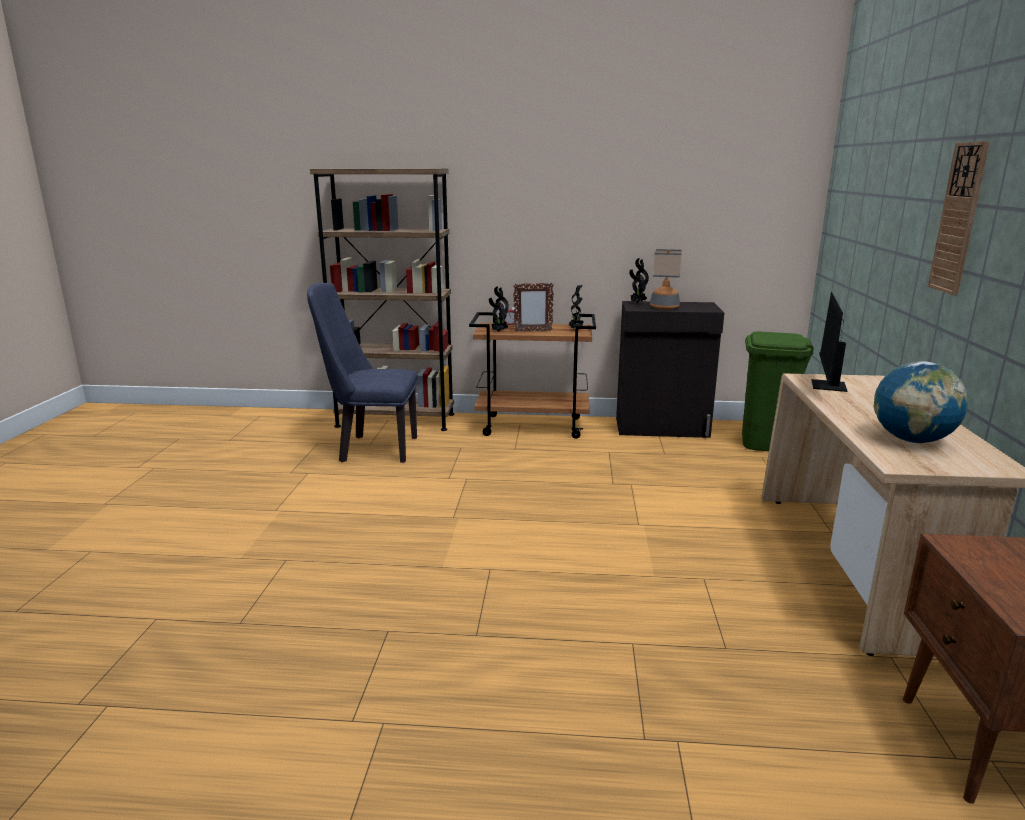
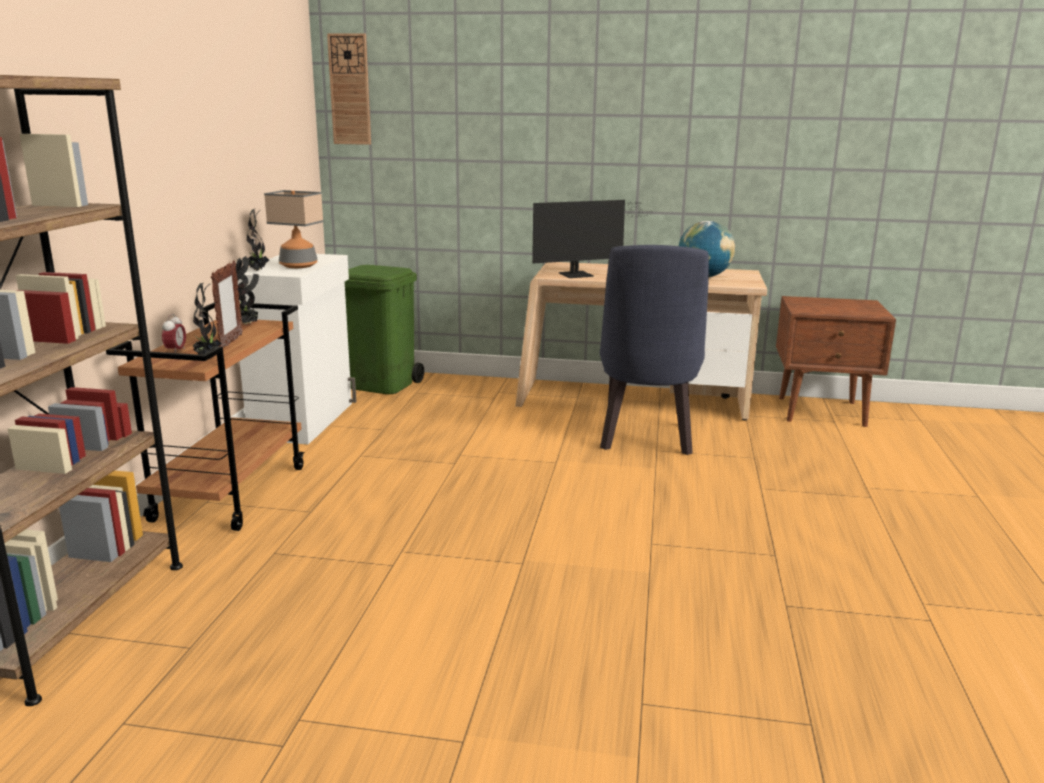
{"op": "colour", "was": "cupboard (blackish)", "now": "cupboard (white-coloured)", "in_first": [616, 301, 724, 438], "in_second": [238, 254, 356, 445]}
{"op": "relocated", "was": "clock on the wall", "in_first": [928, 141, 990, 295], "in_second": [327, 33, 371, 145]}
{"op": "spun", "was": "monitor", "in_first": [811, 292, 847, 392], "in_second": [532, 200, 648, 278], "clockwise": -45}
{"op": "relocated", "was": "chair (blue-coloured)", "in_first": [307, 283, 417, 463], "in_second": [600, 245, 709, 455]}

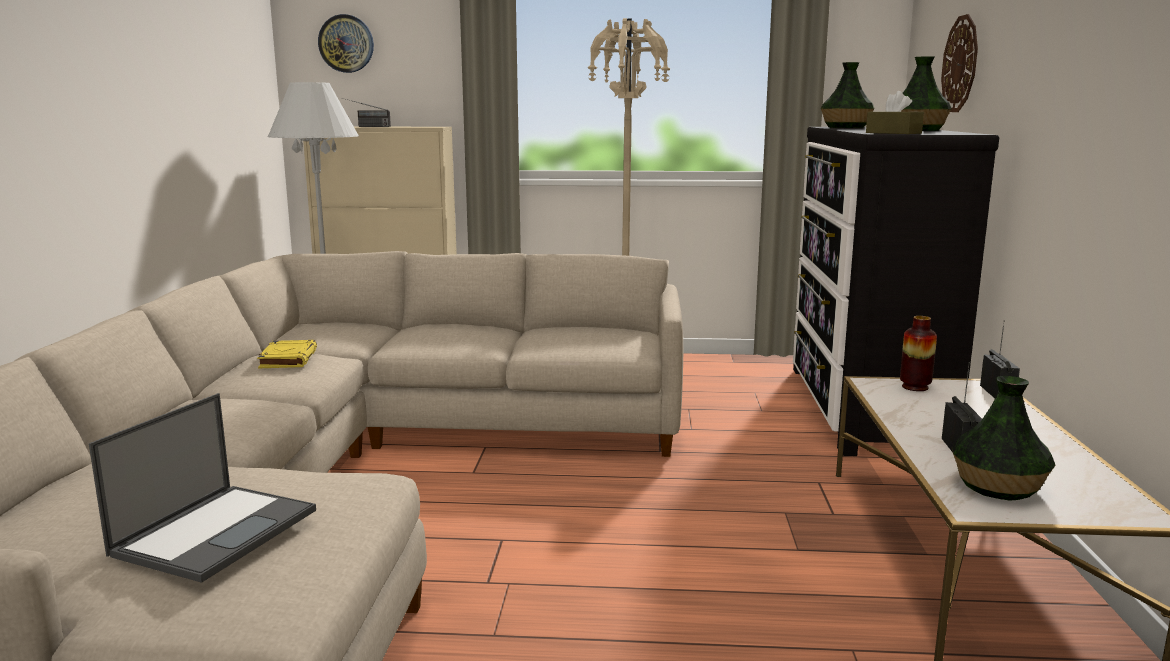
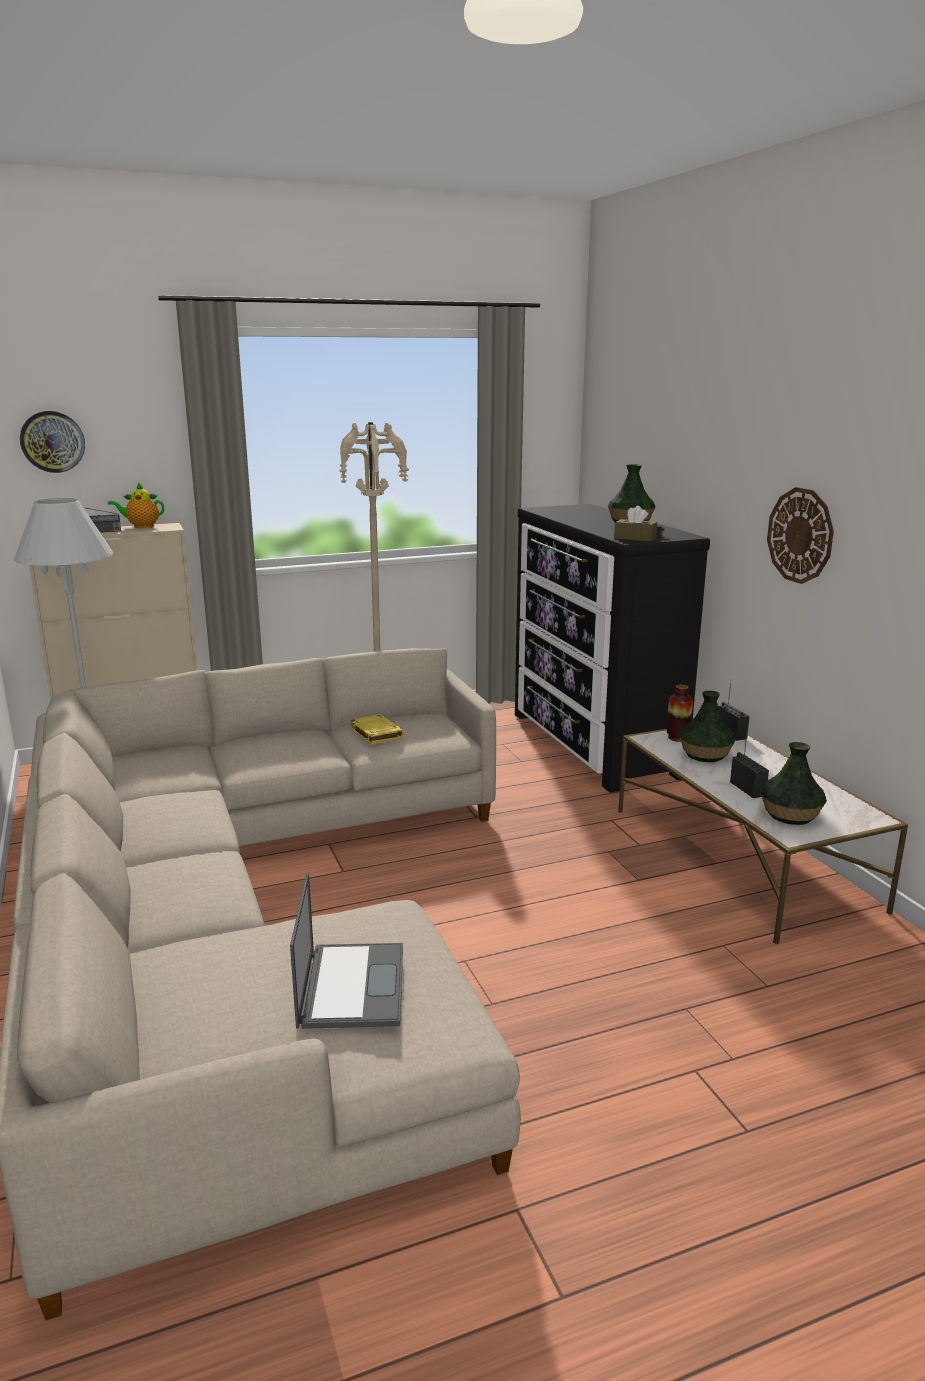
{"op": "appeared", "now": "teapot", "in_second": [108, 483, 164, 528]}
{"op": "relocated", "was": "volume (yellow)", "in_first": [257, 340, 317, 368], "in_second": [350, 714, 404, 745]}
{"op": "relocated", "was": "vase", "in_first": [821, 62, 875, 128], "in_second": [679, 691, 735, 762]}
{"op": "relocated", "was": "clock on the wall", "in_first": [941, 14, 978, 112], "in_second": [767, 487, 834, 584]}

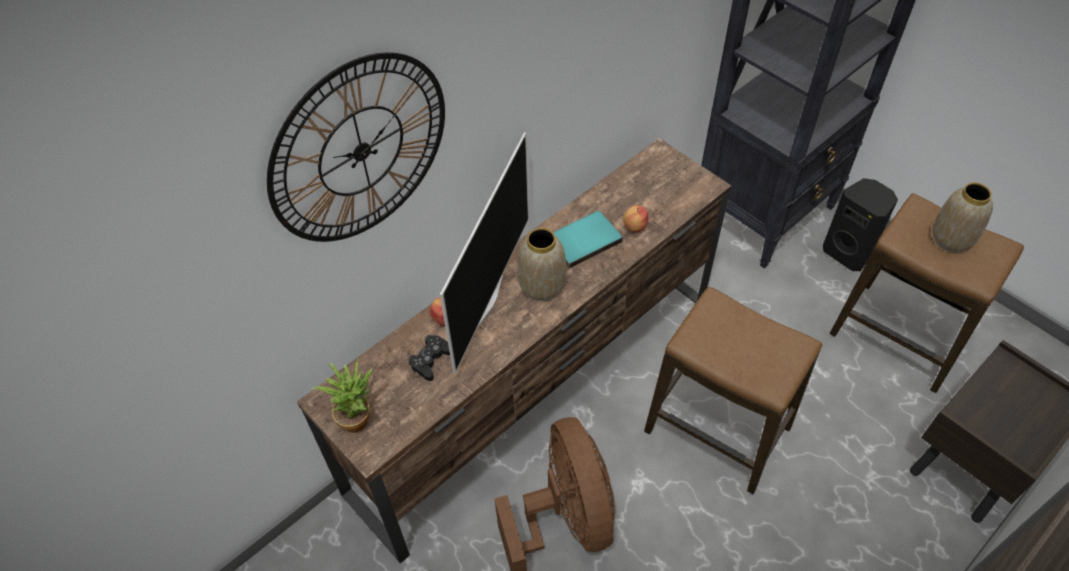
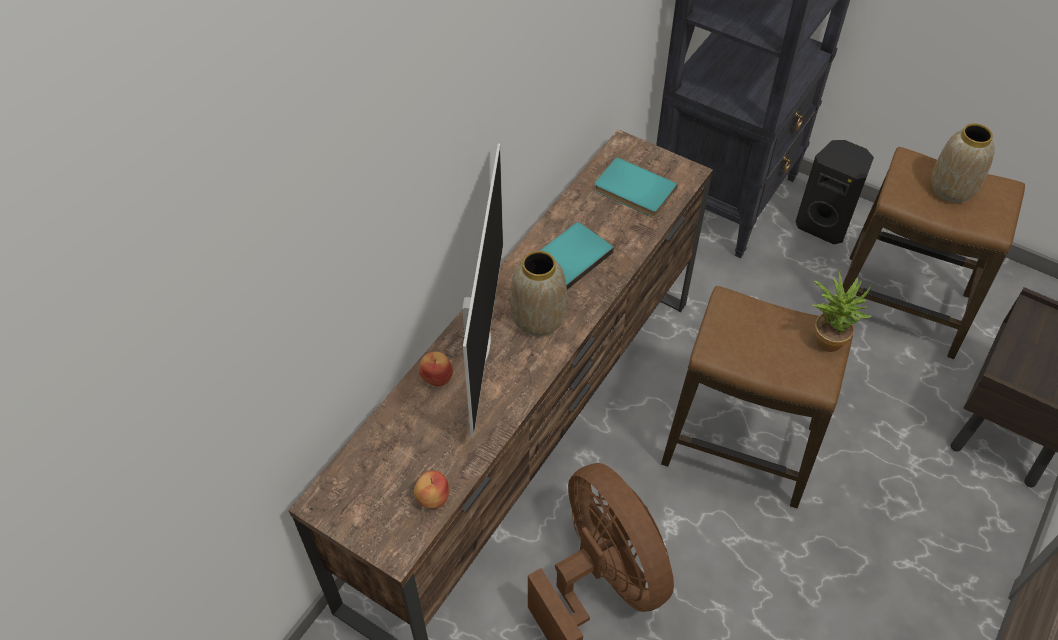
{"op": "relocated", "was": "whole apple", "in_first": [623, 205, 648, 232], "in_second": [414, 471, 449, 509]}
{"op": "appeared", "now": "volume (blue-green)", "in_second": [594, 157, 678, 217]}
{"op": "relocated", "was": "potted plant", "in_first": [312, 357, 373, 433], "in_second": [812, 270, 872, 352]}
{"op": "missing", "was": "clock on the wall", "in_first": [267, 52, 445, 242]}
{"op": "missing", "was": "joypad (blackish)", "in_first": [408, 335, 450, 381]}

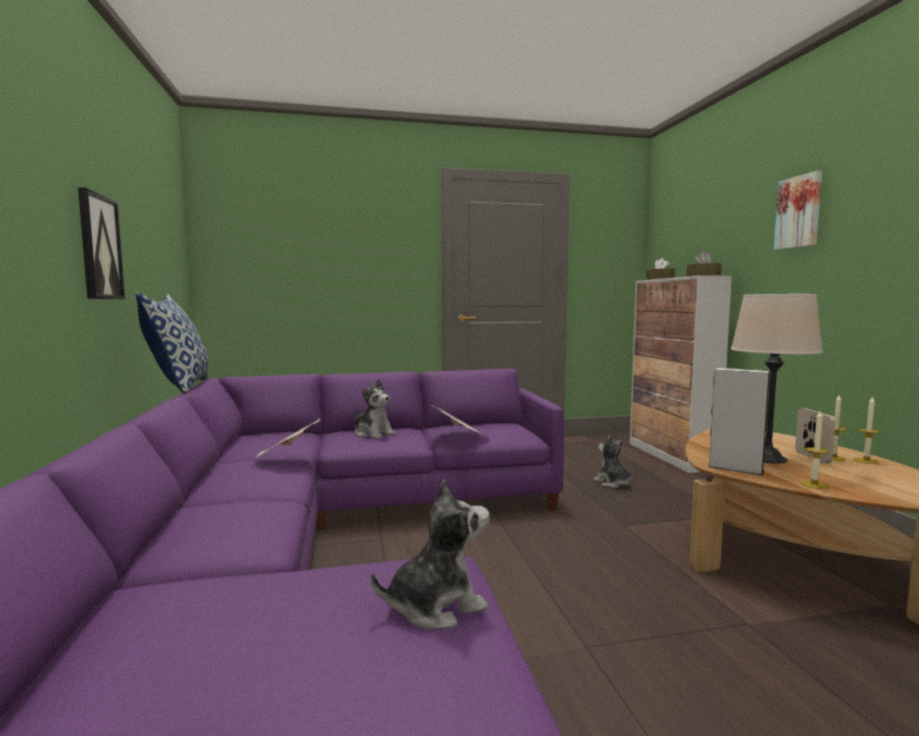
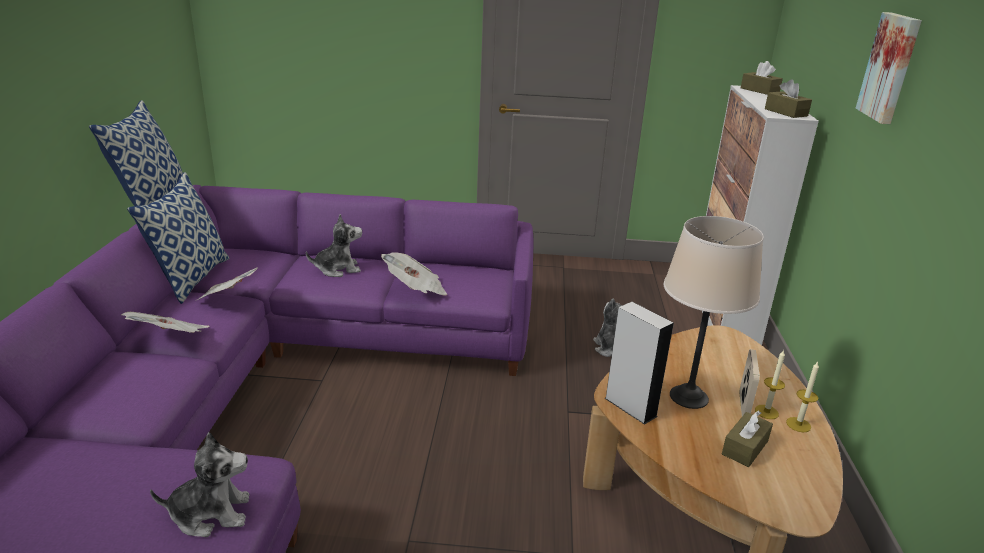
{"op": "appeared", "now": "daily paper", "in_second": [121, 312, 210, 333]}
{"op": "appeared", "now": "pillow", "in_second": [127, 172, 229, 304]}
{"op": "spun", "was": "plush toy", "in_first": [354, 379, 396, 439], "in_second": [306, 214, 362, 277], "clockwise": -75}
{"op": "appeared", "now": "box of tissues (brown)", "in_second": [722, 410, 773, 467]}
{"op": "missing", "was": "picture", "in_first": [78, 187, 125, 300]}
{"op": "missing", "was": "wax light", "in_first": [800, 411, 829, 489]}

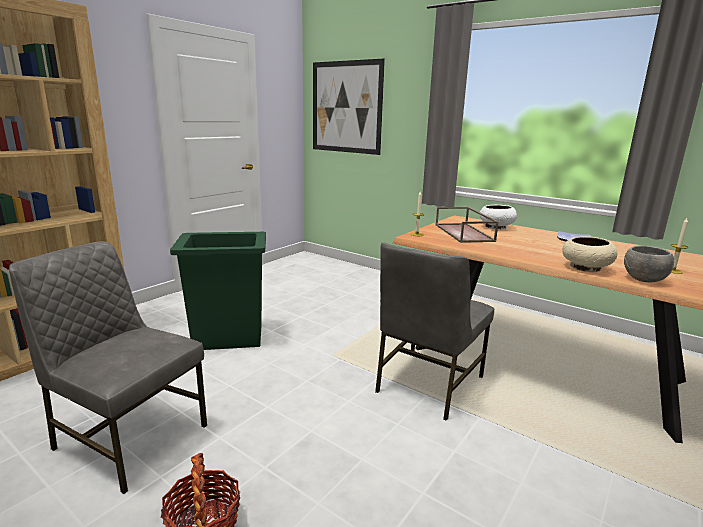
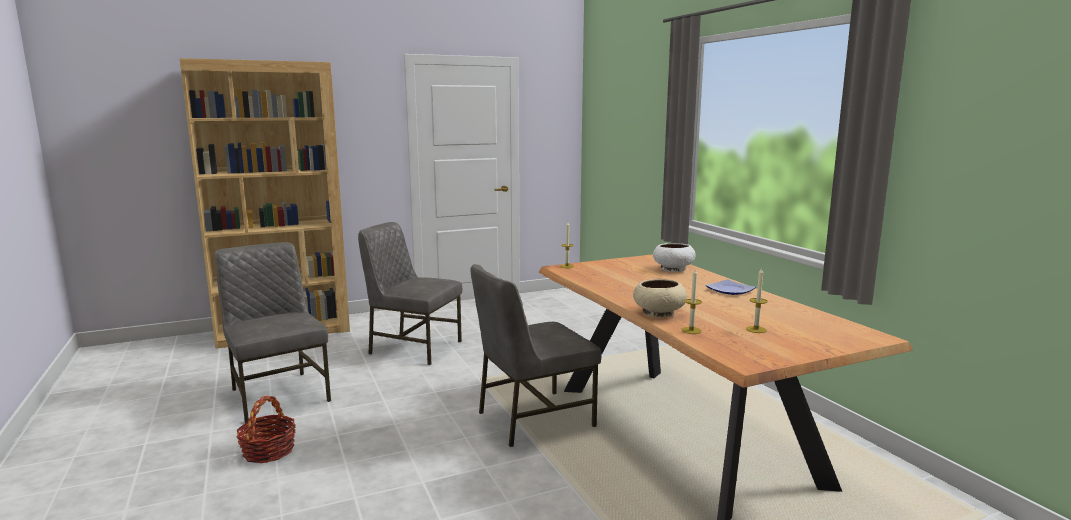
{"op": "exchanged", "was": "trash can (green-coloured)", "now": "chair (grey)", "in_first": [170, 232, 266, 350], "in_second": [358, 222, 463, 365]}
{"op": "exchanged", "was": "serving bowl (grey)", "now": "wax light", "in_first": [624, 245, 674, 282], "in_second": [681, 269, 702, 334]}
{"op": "missing", "was": "picture", "in_first": [313, 59, 385, 155]}
{"op": "missing", "was": "serving tray (brown)", "in_first": [435, 207, 499, 243]}

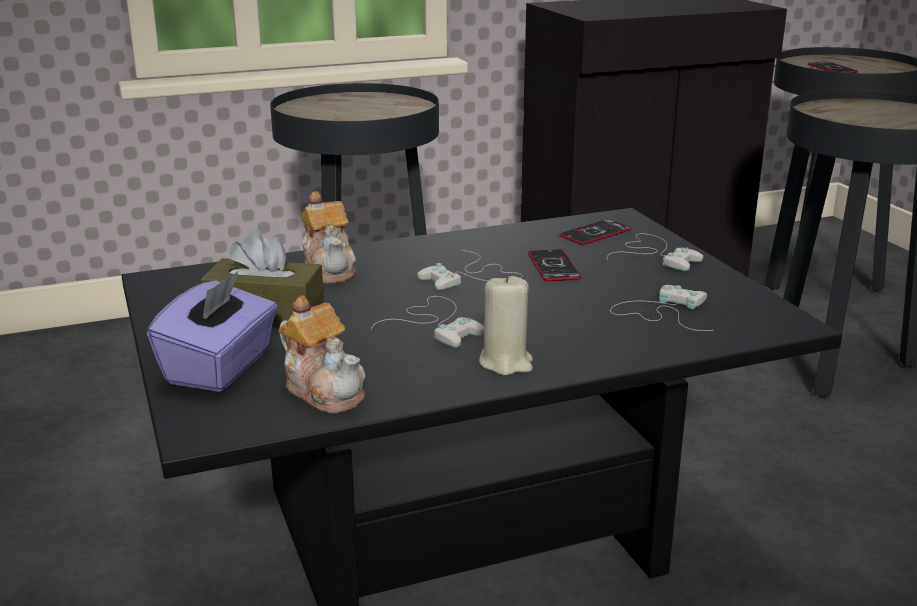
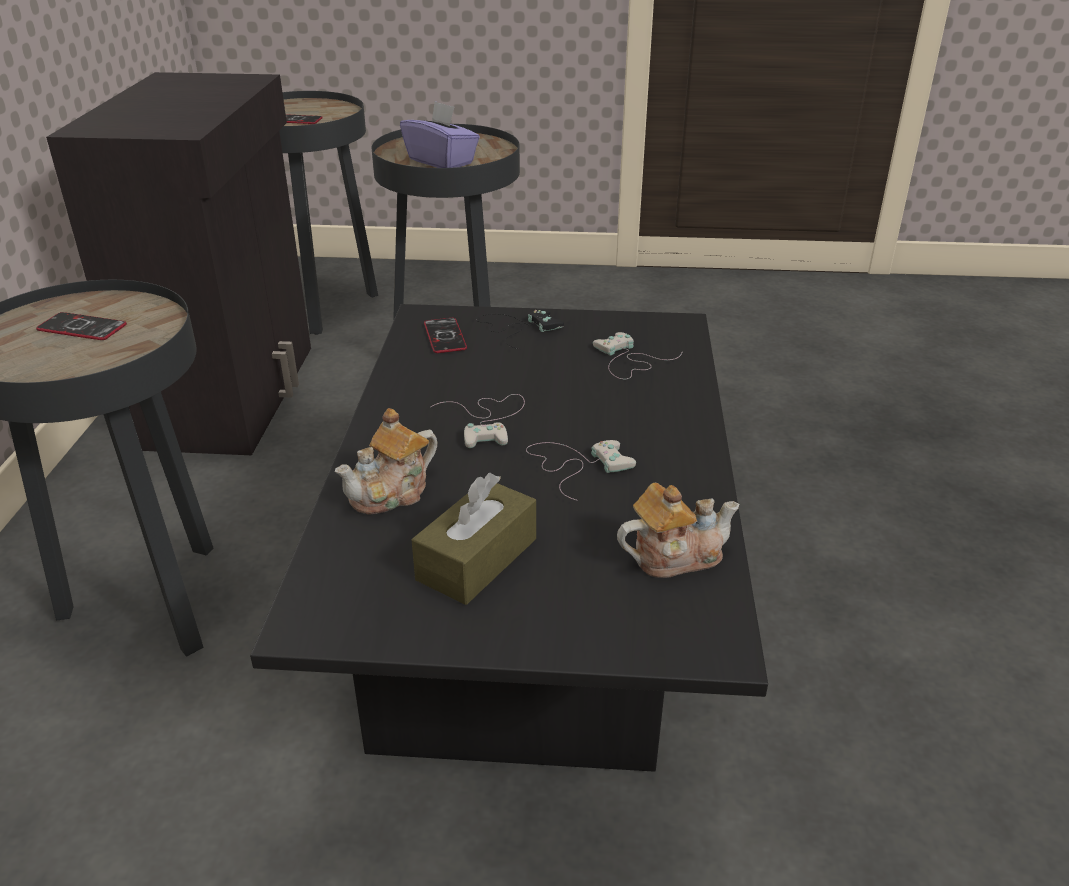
{"op": "relocated", "was": "telephone", "in_first": [528, 249, 581, 281], "in_second": [36, 312, 127, 340]}
{"op": "spun", "was": "teapot", "in_first": [301, 191, 357, 284], "in_second": [335, 408, 437, 514], "clockwise": 135}
{"op": "relocated", "was": "box of tissues (purplish)", "in_first": [147, 272, 277, 392], "in_second": [400, 101, 480, 168]}
{"op": "colour", "was": "joypad (white-coloured)", "now": "joypad (blackish)", "in_first": [607, 233, 703, 271], "in_second": [476, 309, 564, 349]}
{"op": "missing", "was": "wax light (sand-coloured)", "in_first": [479, 274, 533, 375]}

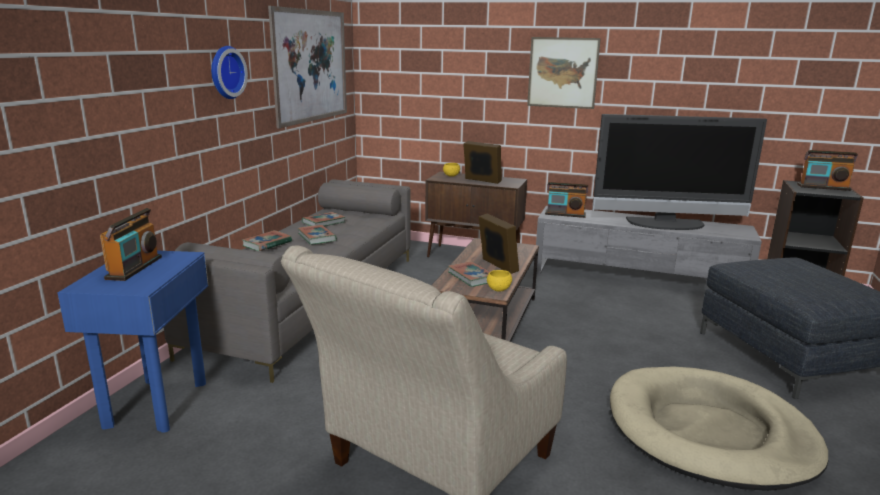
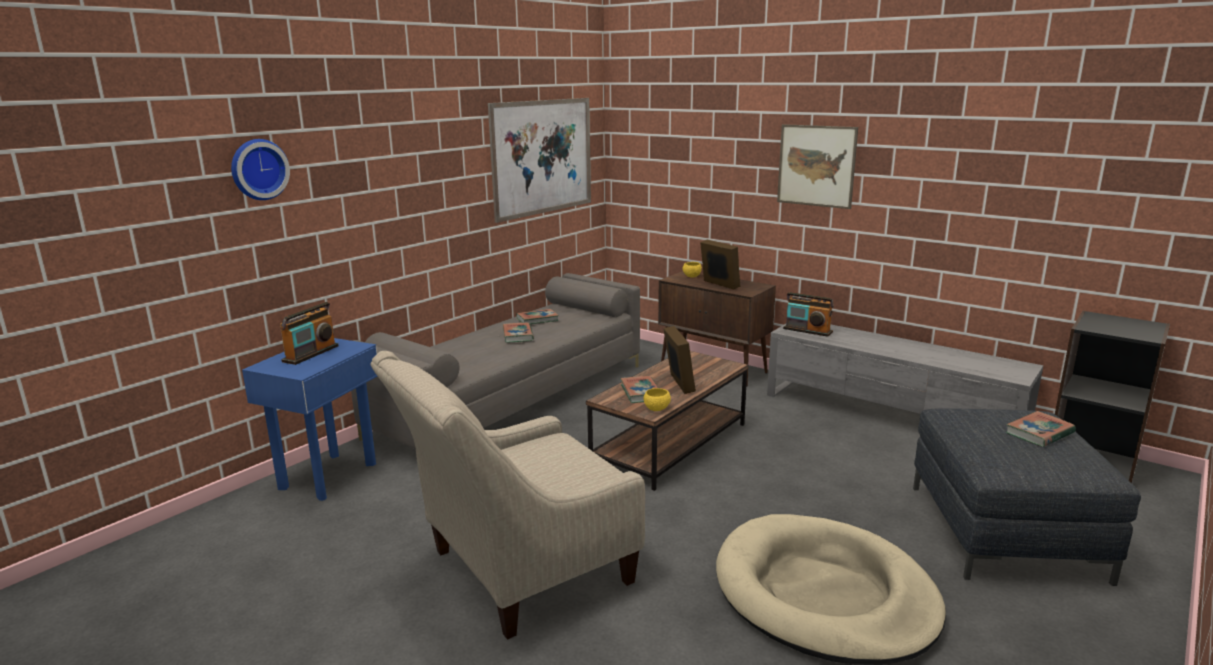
{"op": "relocated", "was": "clock on the wall", "in_first": [211, 46, 248, 99], "in_second": [231, 139, 290, 200]}
{"op": "relocated", "was": "volume", "in_first": [242, 230, 292, 251], "in_second": [1006, 411, 1076, 447]}
{"op": "missing", "was": "television", "in_first": [592, 114, 767, 230]}
{"op": "missing", "was": "radio", "in_first": [797, 150, 858, 191]}

